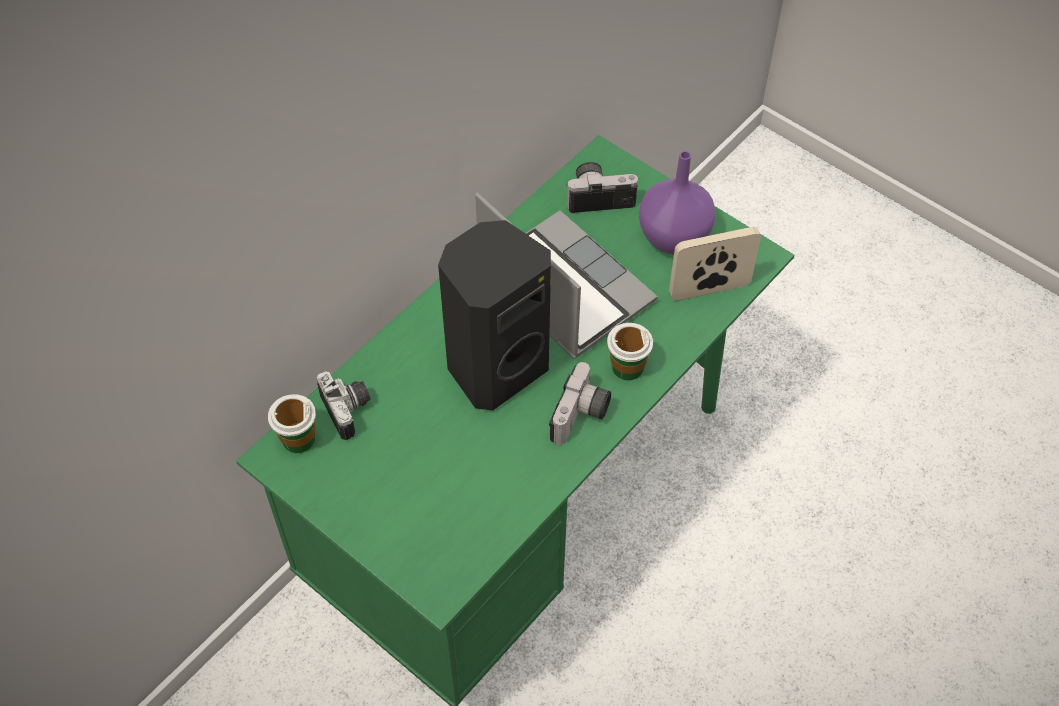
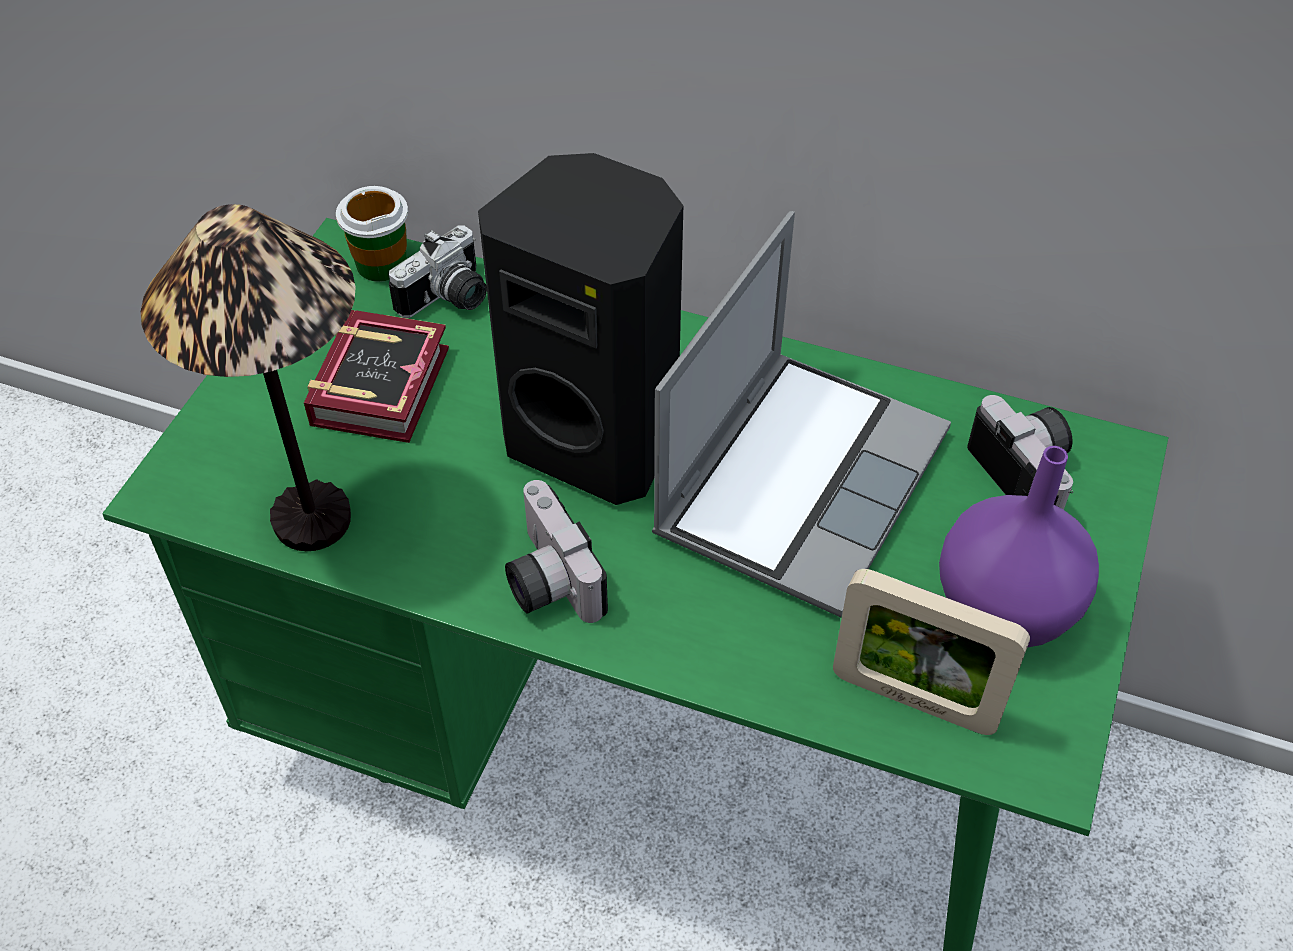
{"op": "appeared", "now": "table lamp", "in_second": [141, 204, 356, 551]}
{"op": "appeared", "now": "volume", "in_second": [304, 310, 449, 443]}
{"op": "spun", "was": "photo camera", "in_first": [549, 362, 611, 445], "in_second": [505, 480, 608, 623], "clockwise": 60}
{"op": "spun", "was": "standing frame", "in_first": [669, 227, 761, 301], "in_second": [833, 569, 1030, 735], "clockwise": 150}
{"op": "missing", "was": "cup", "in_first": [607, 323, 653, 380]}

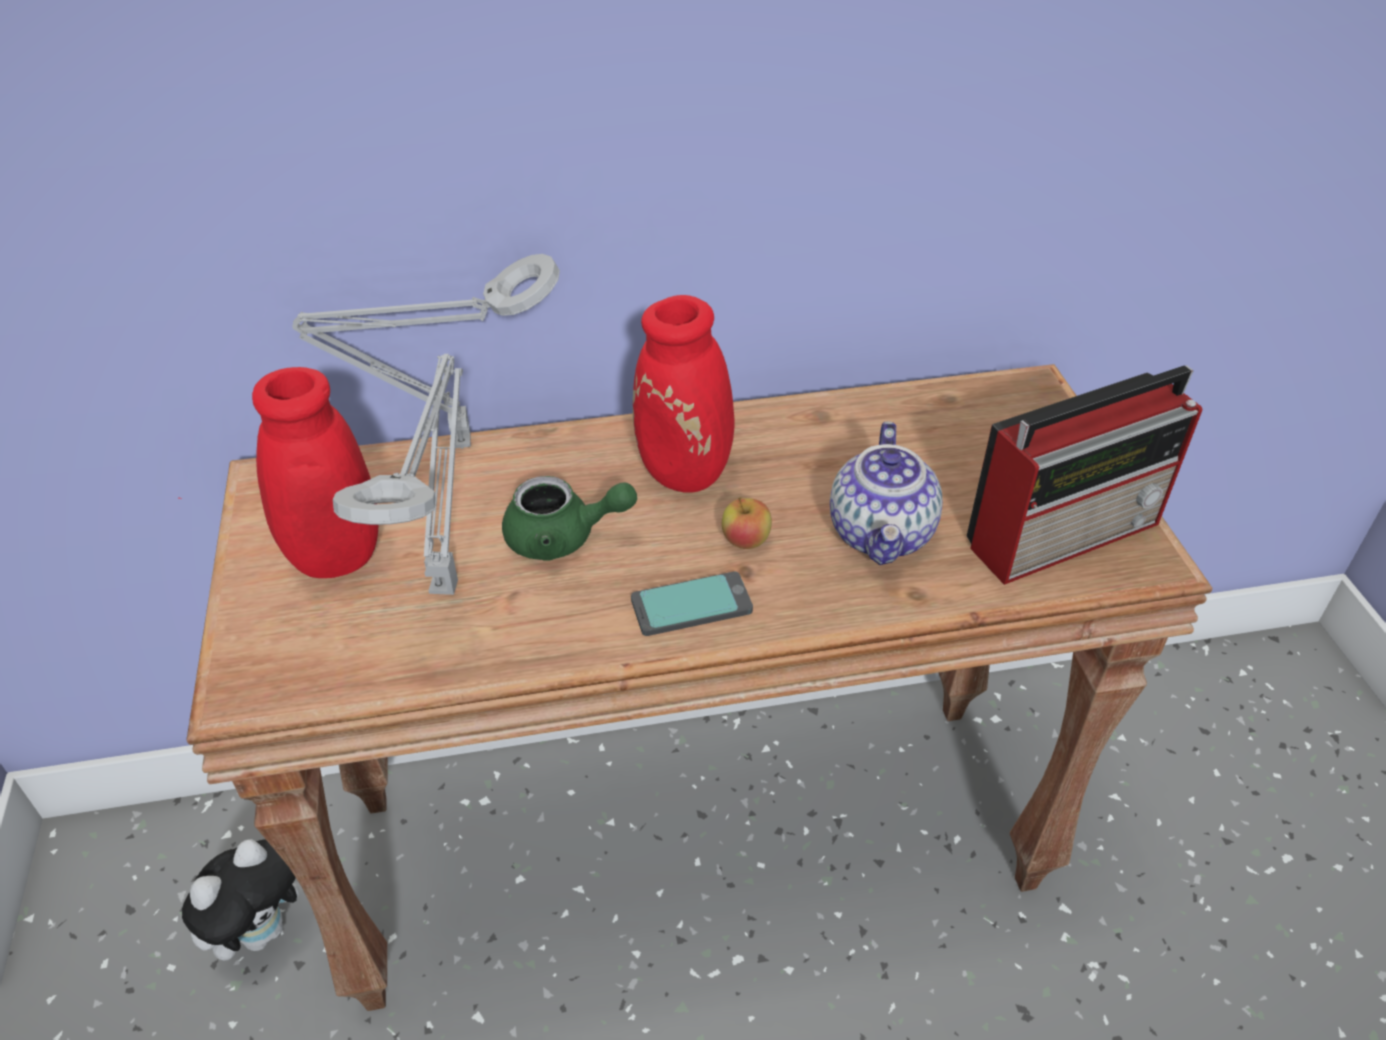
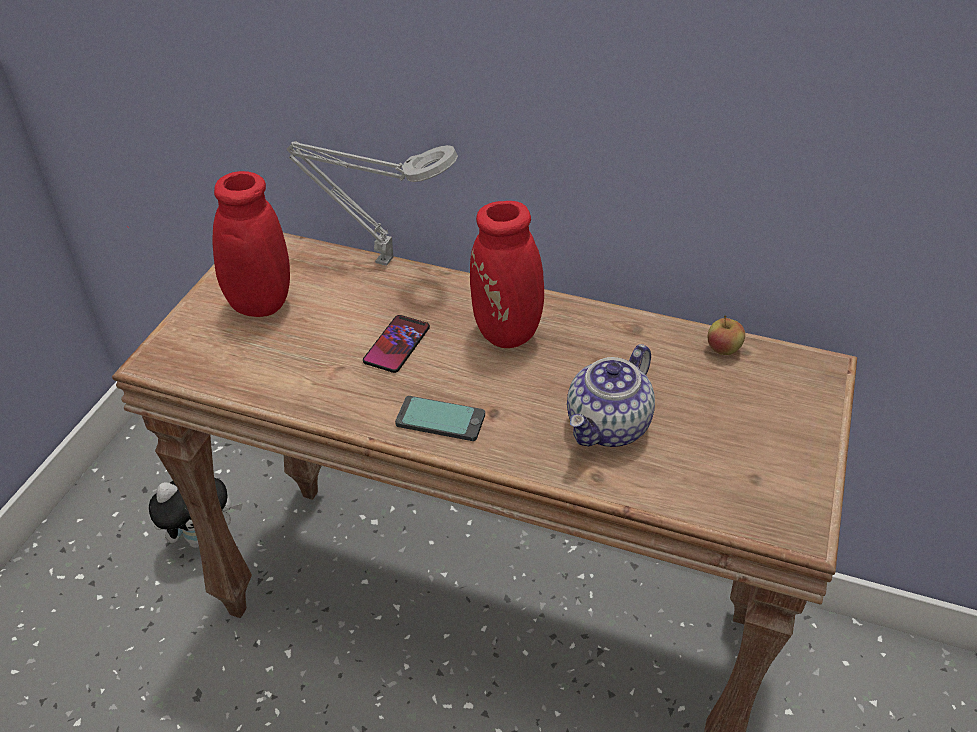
{"op": "exchanged", "was": "teapot (green-coloured)", "now": "telephone", "in_first": [502, 476, 637, 561], "in_second": [363, 315, 430, 373]}
{"op": "relocated", "was": "whole apple", "in_first": [722, 497, 772, 549], "in_second": [708, 316, 745, 355]}
{"op": "missing", "was": "table lamp (grey)", "in_first": [333, 354, 463, 595]}
{"op": "missing", "was": "radio", "in_first": [967, 365, 1202, 585]}

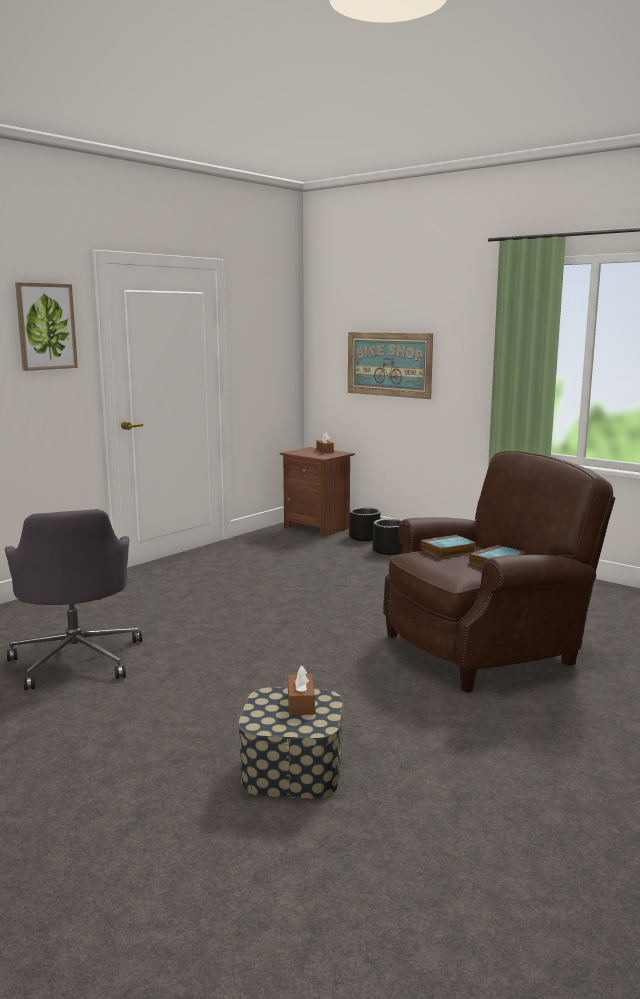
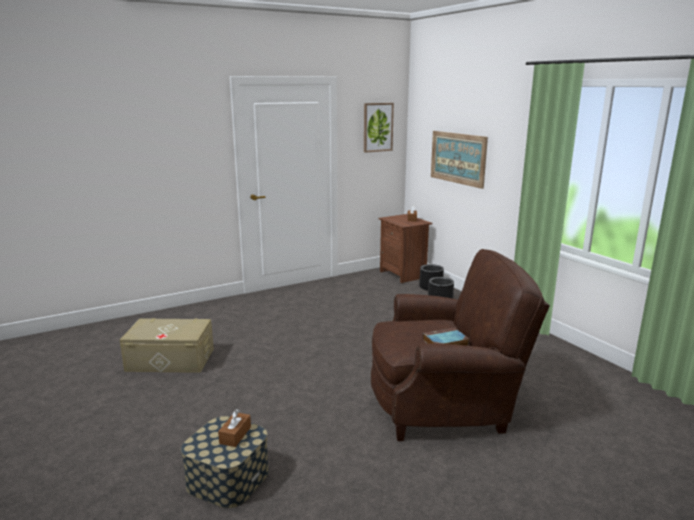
{"op": "exchanged", "was": "computer chair (grey)", "now": "storage container (sand-coloured)", "in_first": [5, 509, 142, 690], "in_second": [120, 318, 214, 373]}
{"op": "relocated", "was": "picture", "in_first": [15, 282, 78, 371], "in_second": [364, 103, 394, 153]}
{"op": "missing", "was": "volume", "in_first": [421, 535, 476, 558]}

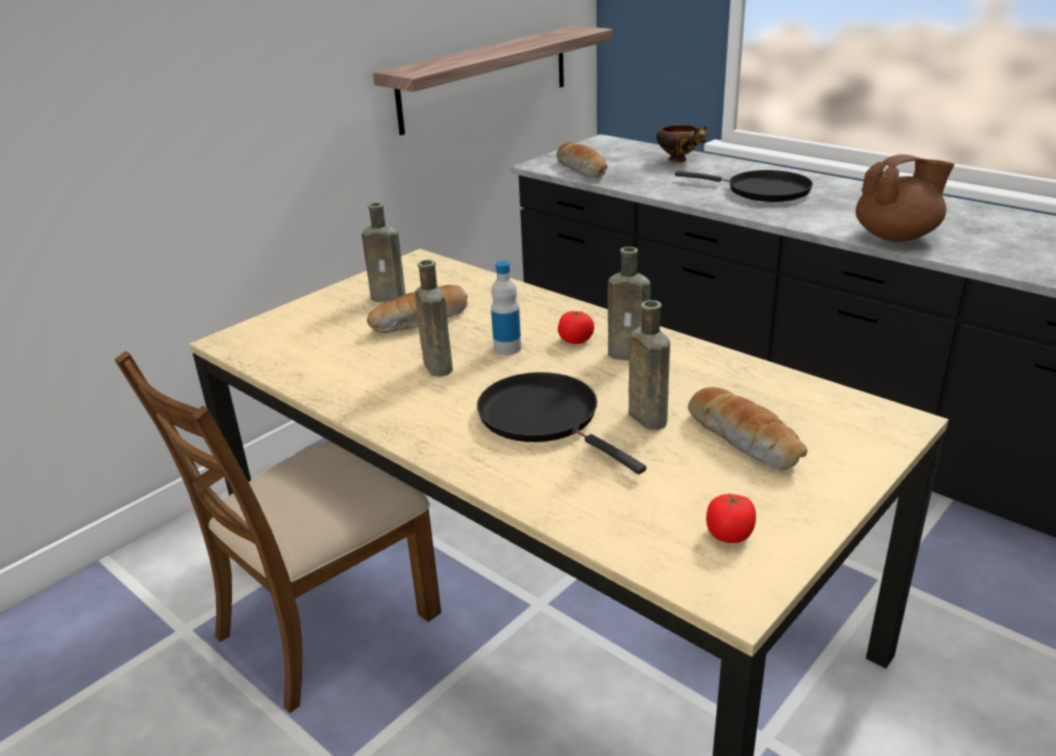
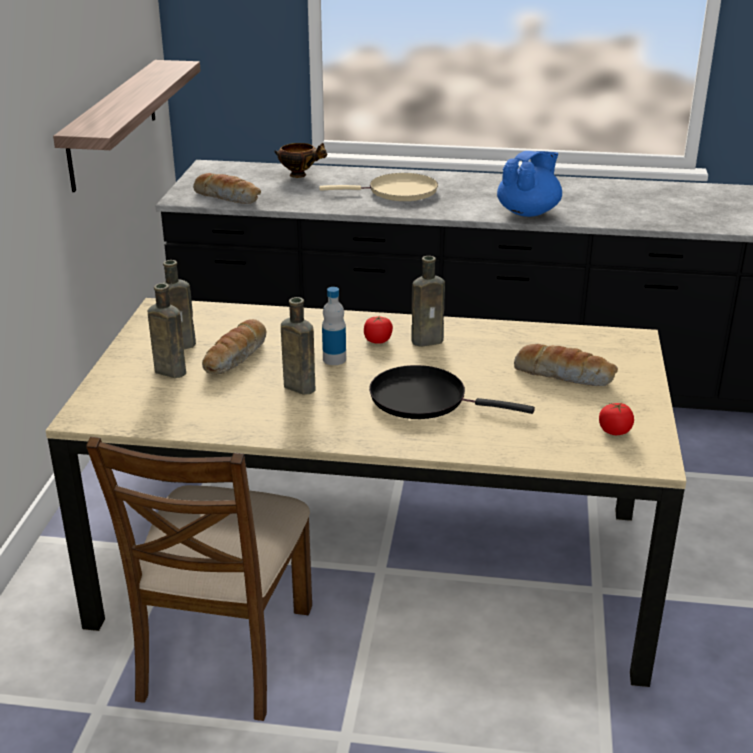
{"op": "relocated", "was": "bottle (brown)", "in_first": [629, 300, 670, 430], "in_second": [148, 283, 186, 378]}
{"op": "colour", "was": "pan (blackish)", "now": "pan (sand-coloured)", "in_first": [675, 170, 813, 202], "in_second": [319, 173, 438, 201]}
{"op": "colour", "was": "teapot (brown)", "now": "teapot (blue-coloured)", "in_first": [856, 155, 954, 242], "in_second": [497, 151, 562, 217]}

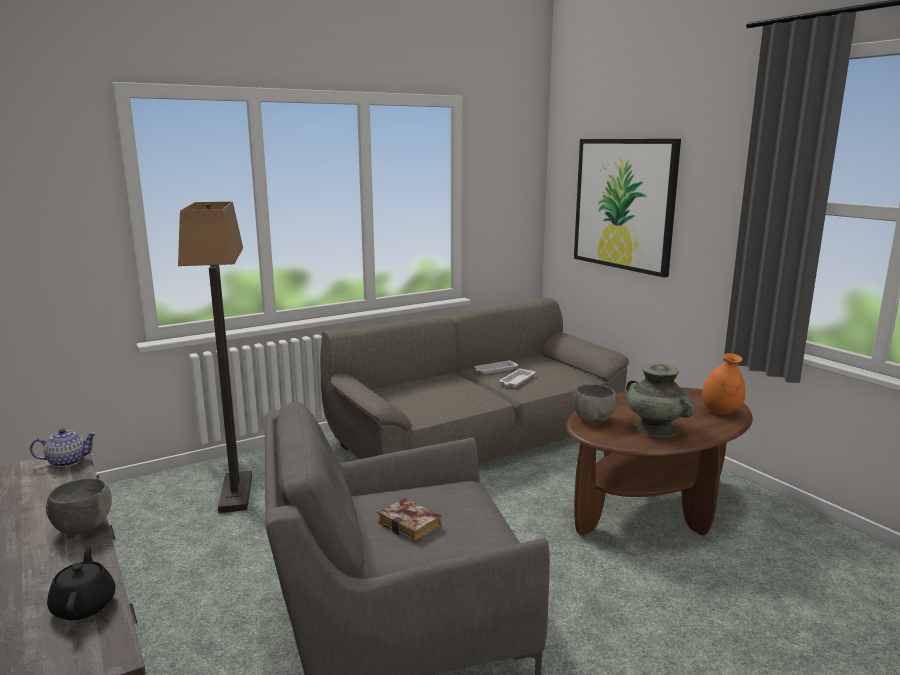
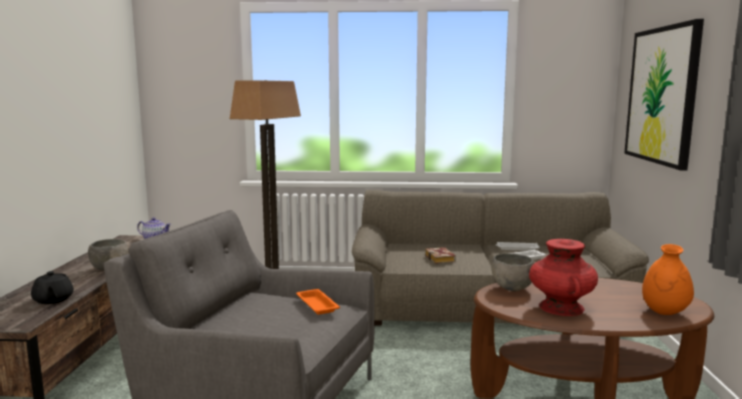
{"op": "spun", "was": "teapot (blackish)", "in_first": [47, 546, 115, 620], "in_second": [31, 271, 74, 304], "clockwise": 135}
{"op": "appeared", "now": "serving tray (orangey)", "in_second": [296, 289, 340, 315]}
{"op": "relocated", "was": "volume", "in_first": [378, 498, 442, 542], "in_second": [425, 247, 456, 264]}
{"op": "colour", "was": "vase (blue-green)", "now": "vase (red-coloured)", "in_first": [626, 364, 694, 437], "in_second": [529, 239, 598, 316]}

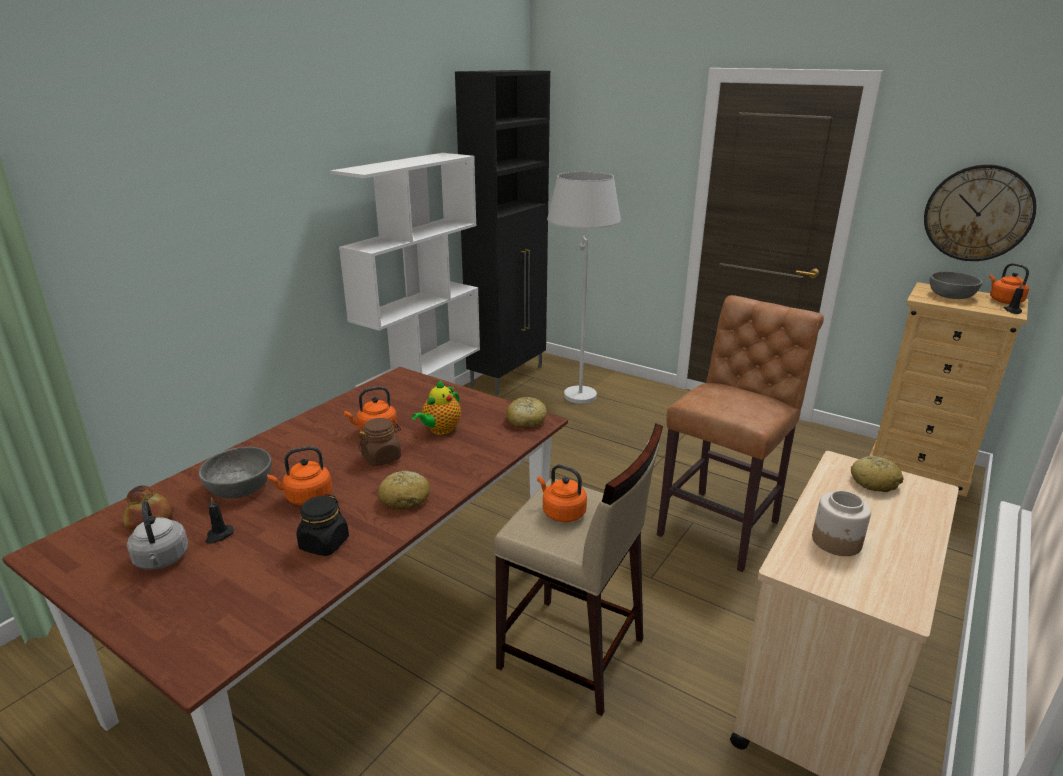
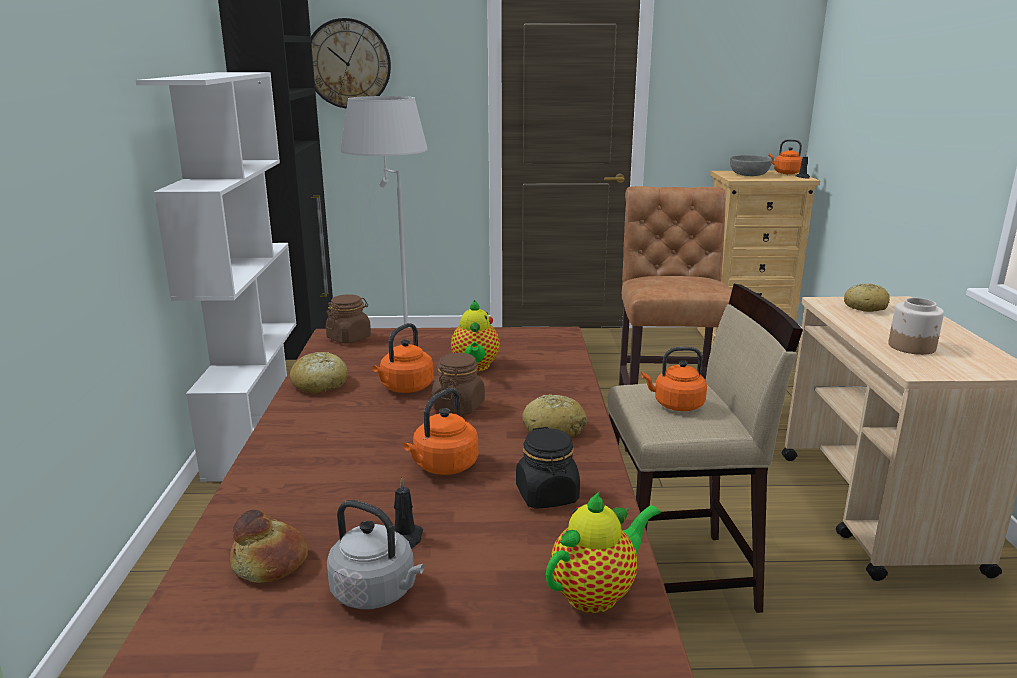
{"op": "relocated", "was": "bread", "in_first": [506, 397, 547, 428], "in_second": [290, 352, 348, 393]}
{"op": "relocated", "was": "clock on the wall", "in_first": [924, 164, 1036, 261], "in_second": [311, 18, 391, 108]}
{"op": "appeared", "now": "preserve jar (brown)", "in_second": [326, 294, 371, 343]}
{"op": "appeared", "now": "teapot", "in_second": [546, 491, 661, 613]}
{"op": "missing", "was": "serving bowl (grey)", "in_first": [199, 447, 272, 498]}

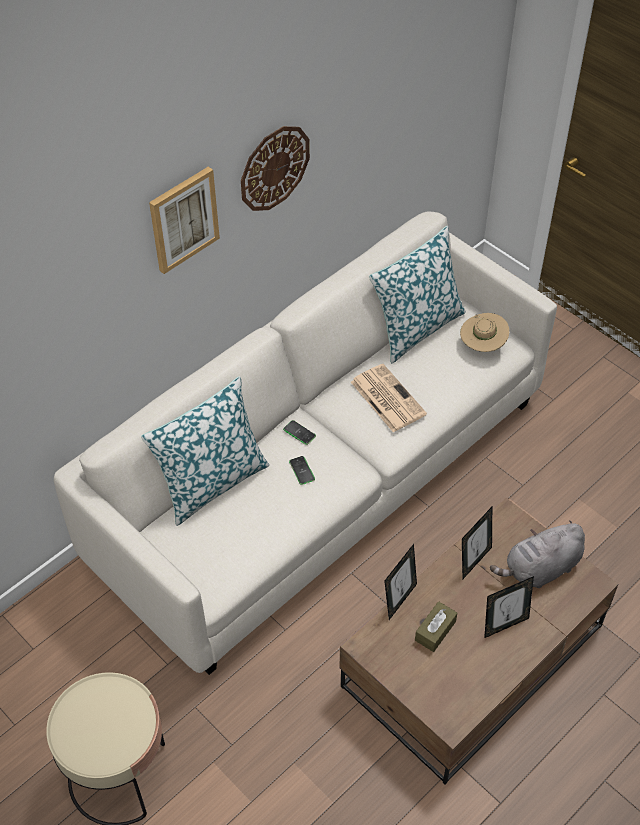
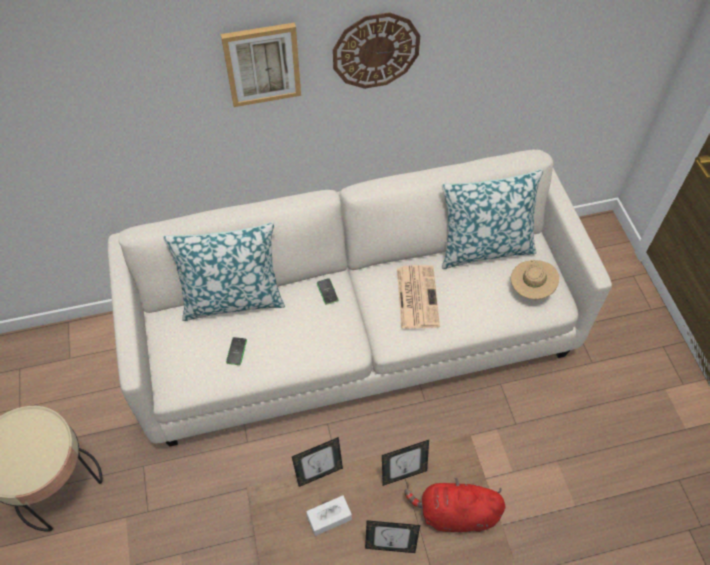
{"op": "relocated", "was": "telephone", "in_first": [289, 456, 315, 485], "in_second": [226, 337, 247, 365]}
{"op": "colour", "was": "box of tissues (brown)", "now": "box of tissues (white-coloured)", "in_first": [415, 601, 457, 652], "in_second": [306, 495, 352, 536]}
{"op": "colour", "was": "plush toy (grey)", "now": "plush toy (red-coloured)", "in_first": [490, 521, 585, 588], "in_second": [404, 478, 505, 532]}

